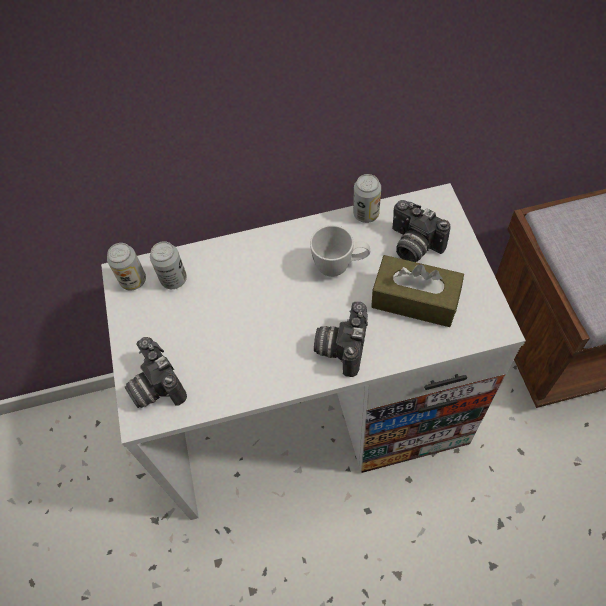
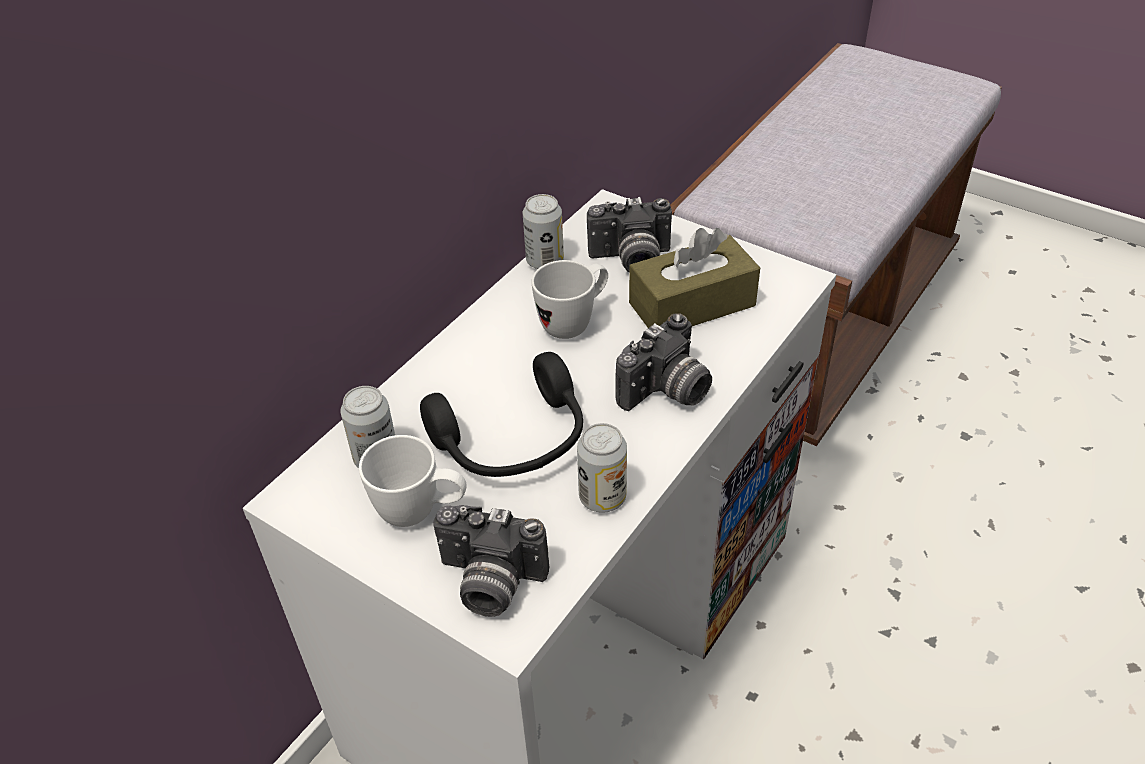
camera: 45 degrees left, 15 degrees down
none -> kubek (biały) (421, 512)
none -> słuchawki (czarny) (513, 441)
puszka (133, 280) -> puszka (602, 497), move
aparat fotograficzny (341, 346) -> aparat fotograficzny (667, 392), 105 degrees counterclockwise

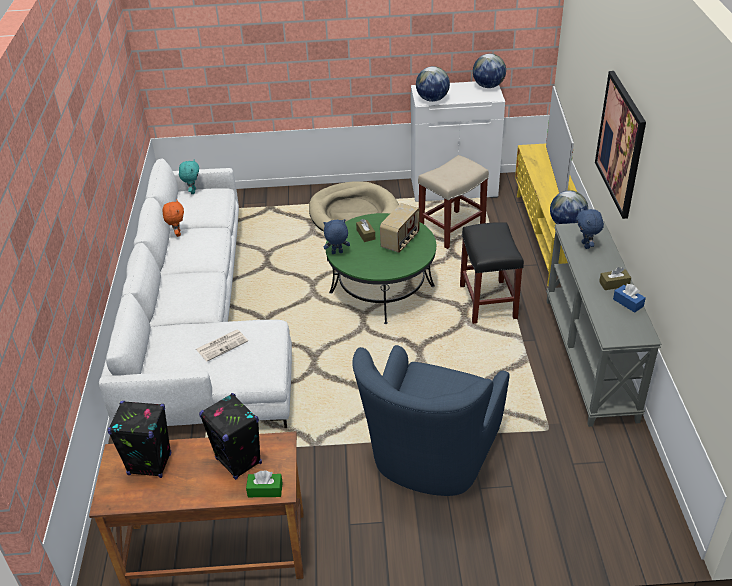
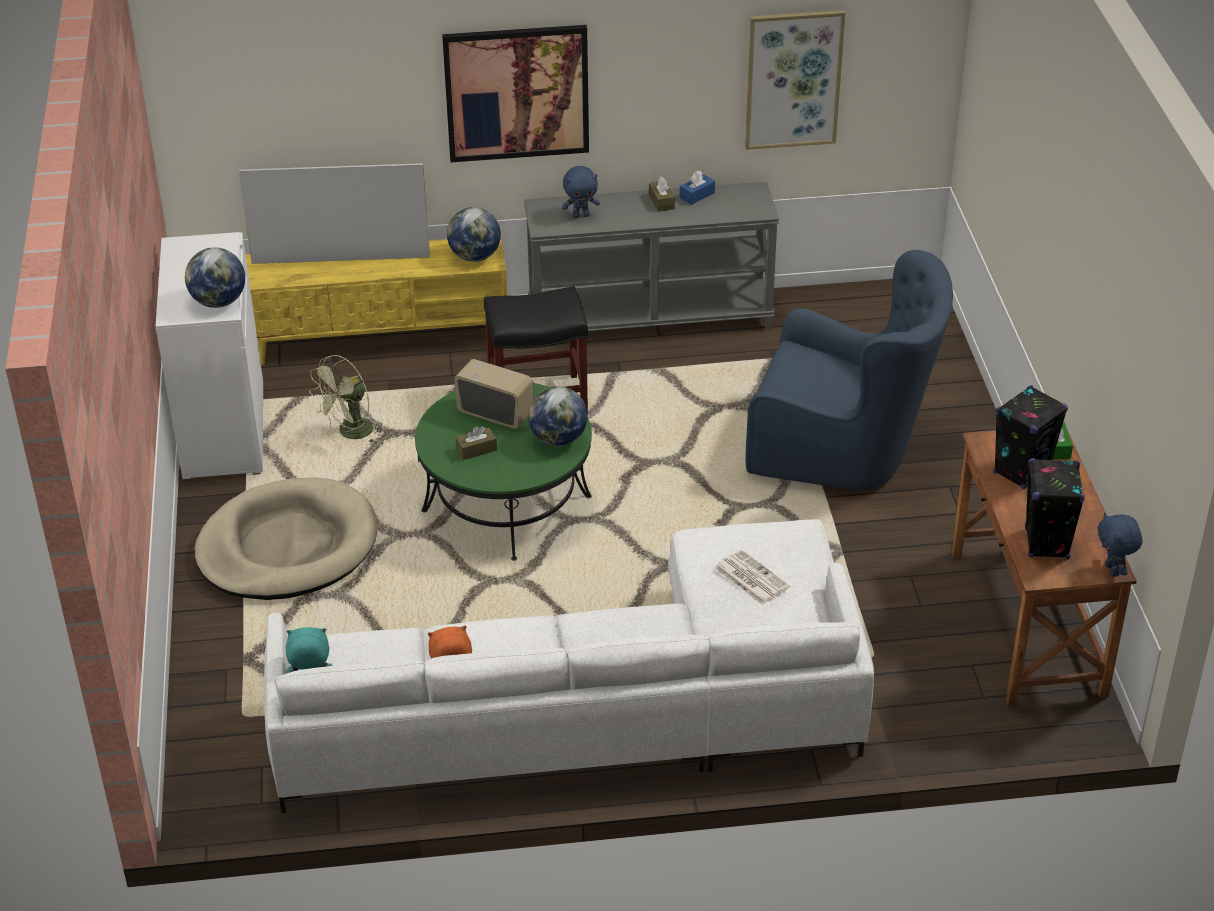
camera: 95 degrees left, 0 degrees up
none -> obraz (793, 79)
pluszak (niebieski) (337, 253) -> pluszak (niebieski) (1113, 570), move
globus (488, 86) -> globus (558, 439), move
stołek (beżowy) (451, 230) -> wentylator (zielony) (350, 434)

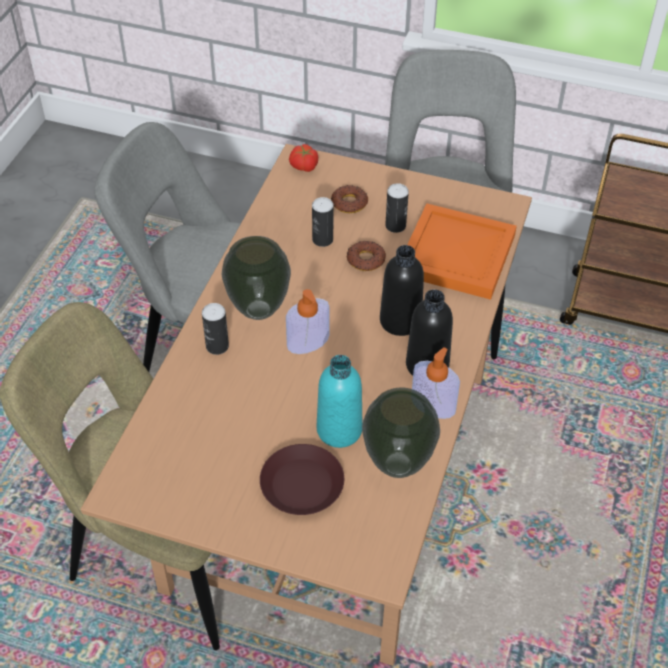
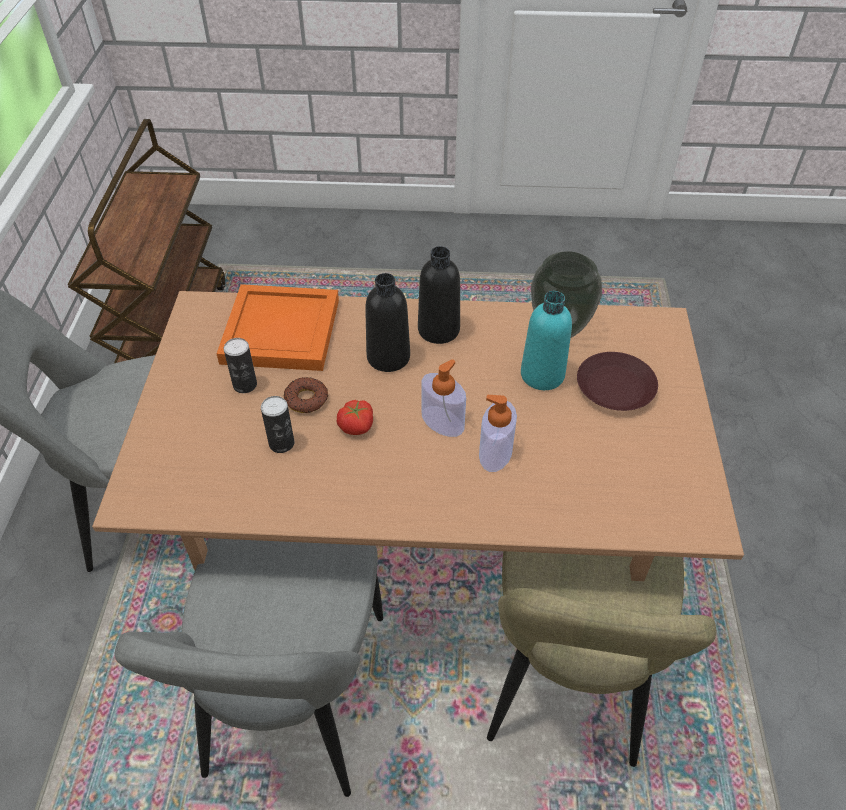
camera: 105 degrees left, 0 degrees up
puszka (217, 346) -> none
wazon (257, 310) -> none
donut (349, 203) -> none
pomidor (304, 166) -> pomidor (357, 426), move
dozownik mydła (433, 405) -> dozownik mydła (495, 452), move

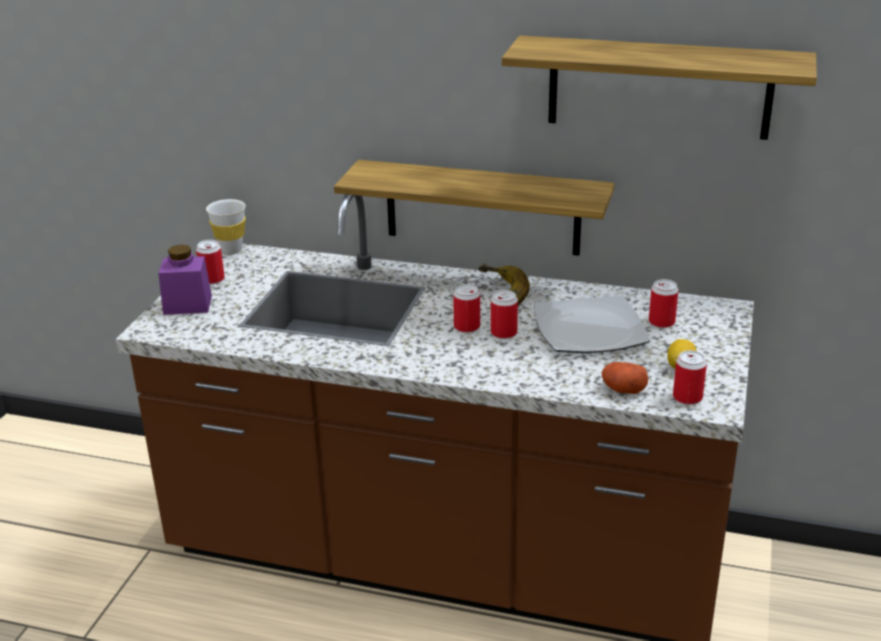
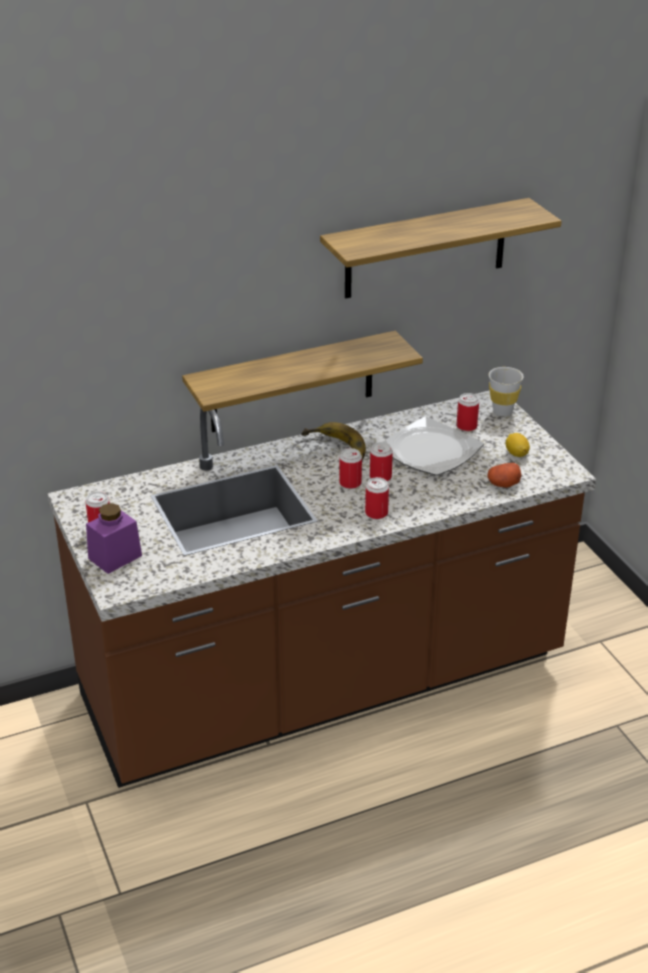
camera: 40 degrees left, 5 degrees up
filiżanka (biały) (231, 250) -> filiżanka (biały) (502, 411), move
puszka (687, 397) -> puszka (376, 513), move

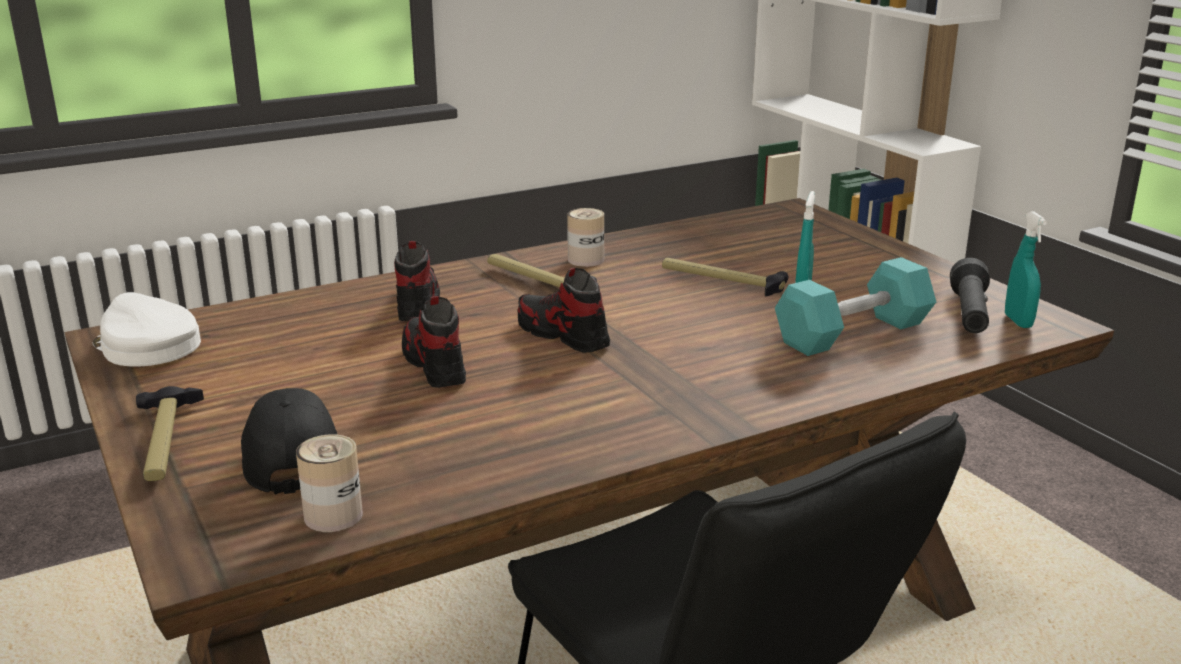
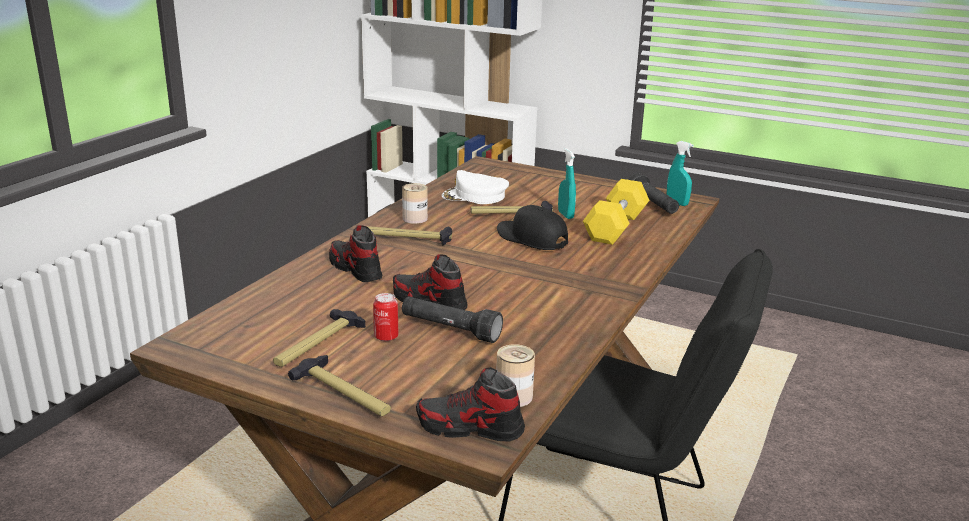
camera: 35 degrees left, 0 degrees up
none -> młotek (318, 345)
none -> puszka (386, 337)
none -> latarka (czarny) (450, 330)
czapka z daszkiem (biały) (147, 346) -> czapka z daszkiem (biały) (475, 196), move
czapka z daszkiem (czarny) (292, 455) -> czapka z daszkiem (czarny) (531, 238), move
but (562, 335) -> but (470, 428), move
hantel (turkusowy) (853, 333) -> hantel (żółty) (615, 227)

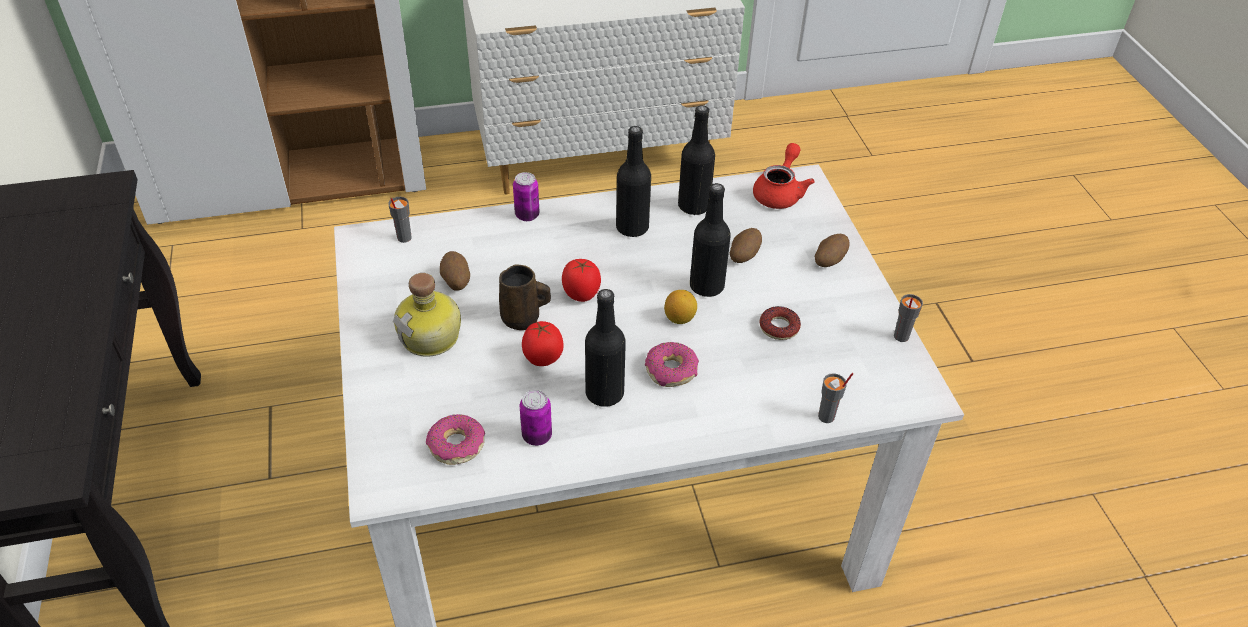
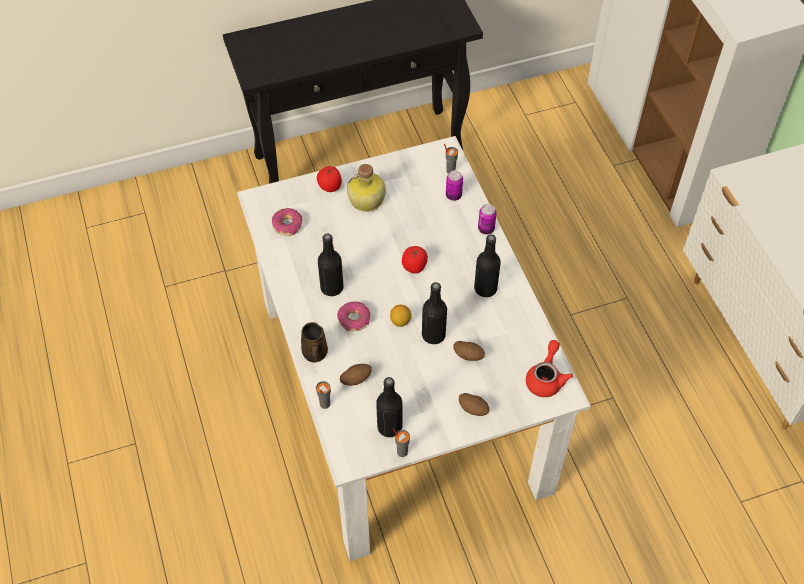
camera: 85 degrees right, 10 degrees up
donut (779, 327) -> none
ziemniak (456, 281) -> ziemniak (356, 379), move
kubek (brązowy) (523, 319) -> kubek (brązowy) (315, 354), move
puszka (537, 436) -> puszka (453, 195), move
pomidor (542, 359) -> pomidor (330, 187), move
butelka (czarny) (693, 206) -> butelka (czarny) (389, 427), move
imbryk (czerwony) (780, 192) -> imbryk (czerwony) (546, 378), 90 degrees counterclockwise

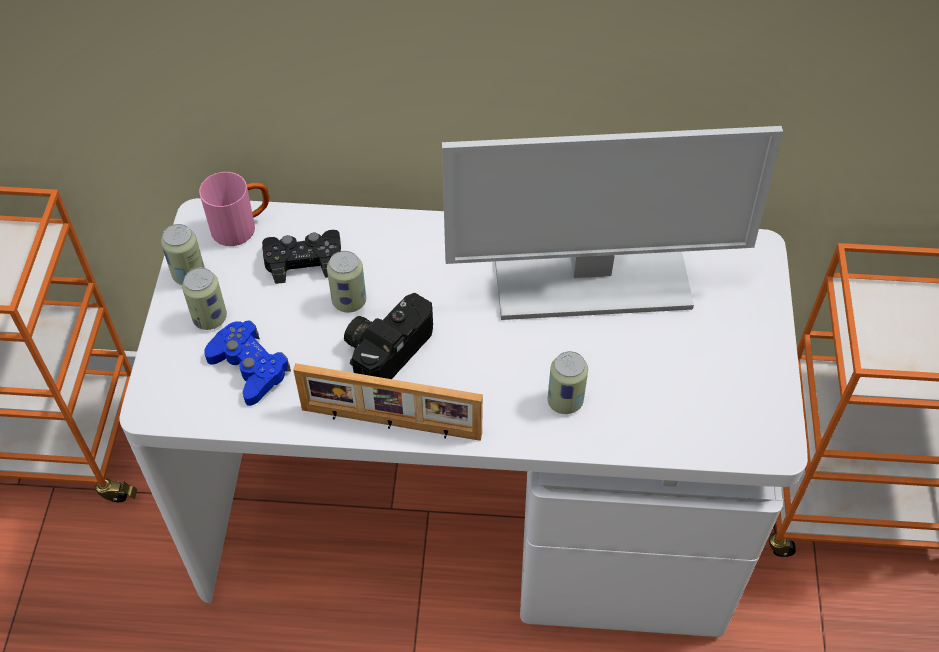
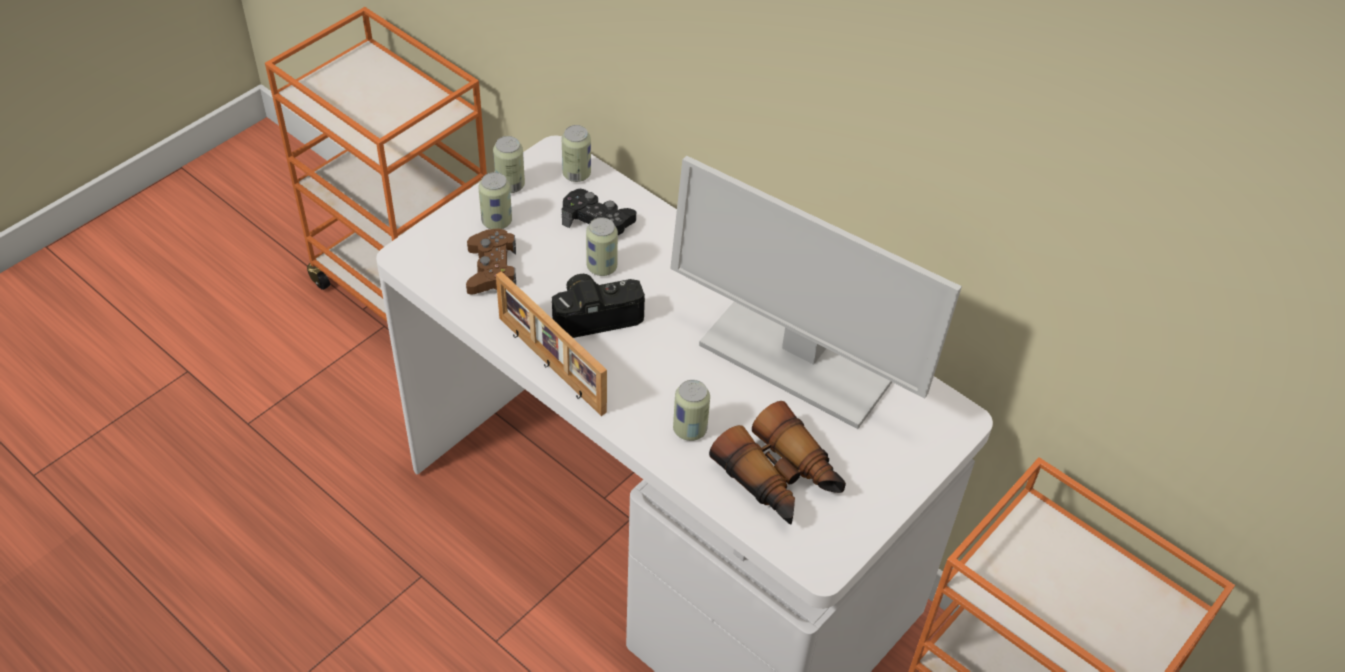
camera: 35 degrees right, 5 degrees down
none -> lornetka (780, 479)
kubek (różowy) (242, 227) -> puszka (576, 174)
pad do gier (niebieski) (249, 367) -> pad do gier (brązowy) (491, 269)

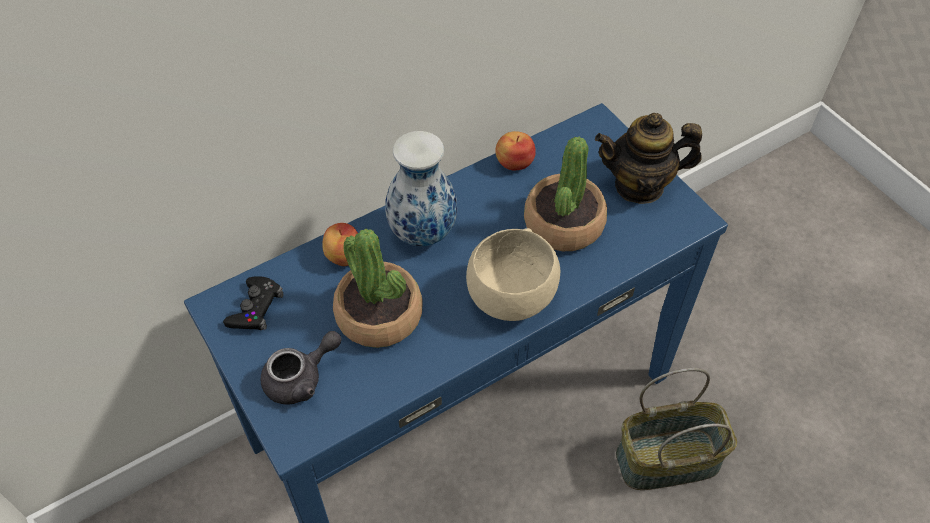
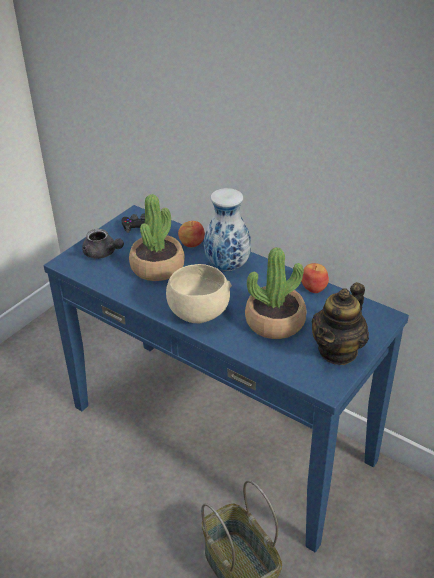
camera: 70 degrees right, 15 degrees down
imbryk (639, 185) -> imbryk (338, 351), 120 degrees counterclockwise

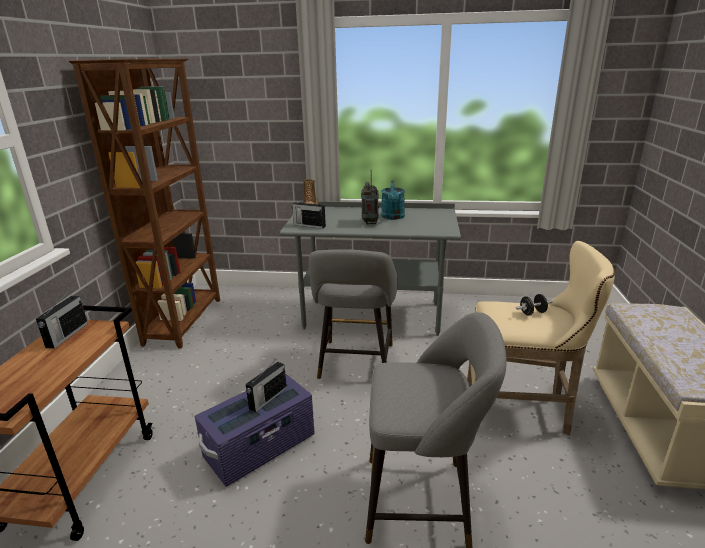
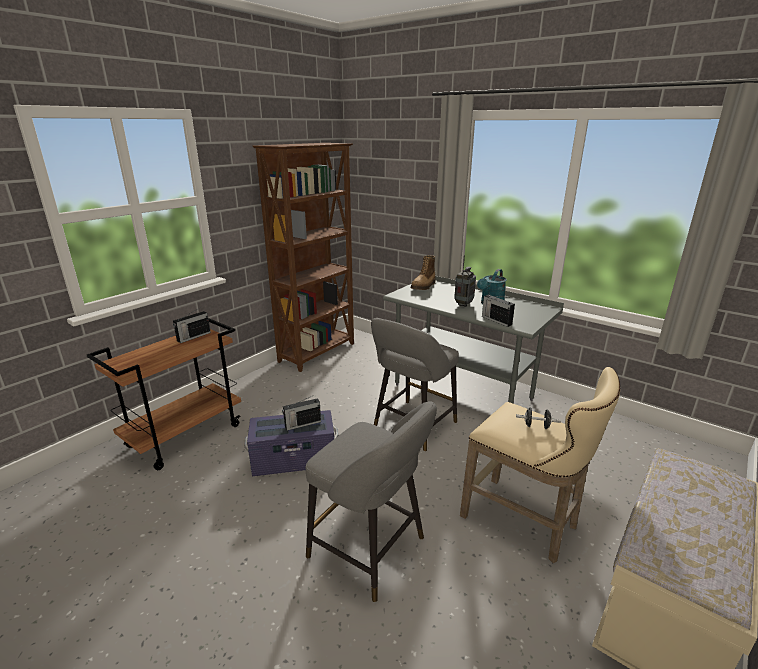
camera: 30 degrees right, 0 degrees up
radio (309, 225) -> radio (496, 320), move

